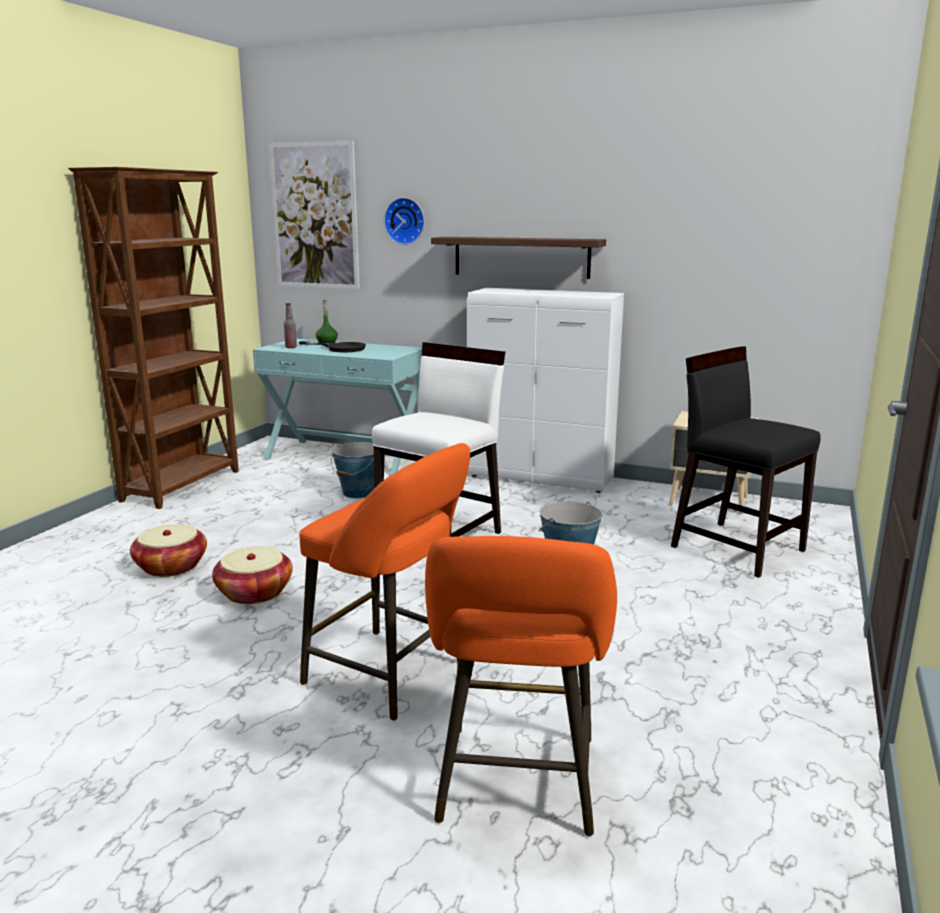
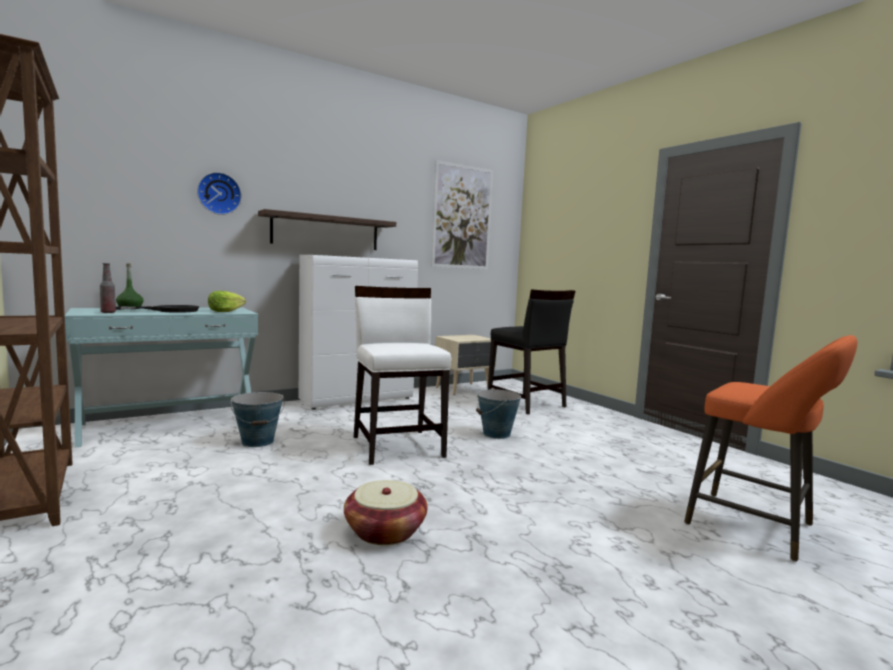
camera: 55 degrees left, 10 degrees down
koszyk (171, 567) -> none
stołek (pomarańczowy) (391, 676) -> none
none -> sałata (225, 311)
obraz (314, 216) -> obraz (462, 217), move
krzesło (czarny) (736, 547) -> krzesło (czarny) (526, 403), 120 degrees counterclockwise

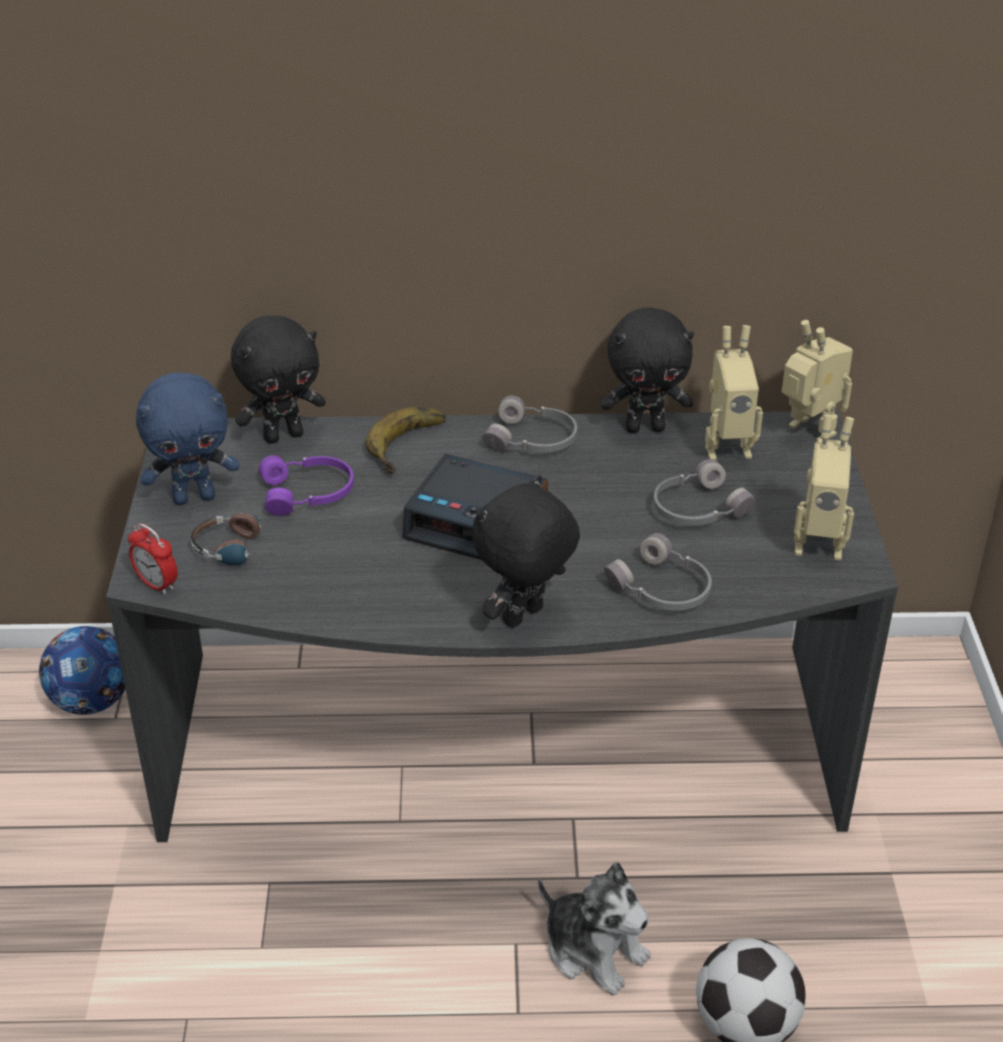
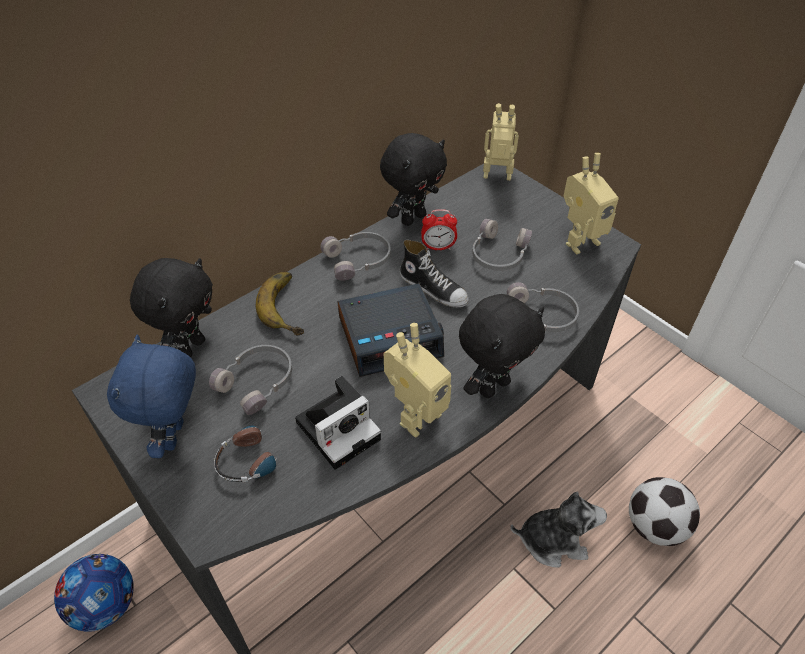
camera: 40 degrees left, 10 degrees up
none -> aparat fotograficzny (340, 428)
none -> but (433, 288)
budzik (157, 584) -> budzik (438, 247), move
robot zabawkowy (726, 447) -> robot zabawkowy (415, 415), move
słuchawki (fioletowy) (308, 494) -> słuchawki (szary) (258, 382)
pluszak (niebieski) (194, 497) -> pluszak (niebieski) (176, 436), 150 degrees clockwise
pluszak (czarny) (524, 618) -> pluszak (czarny) (493, 386), 135 degrees counterclockwise

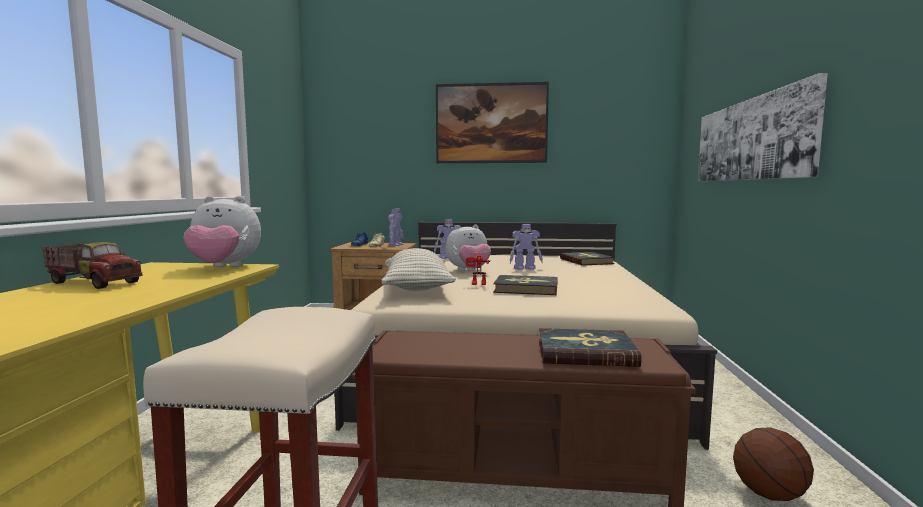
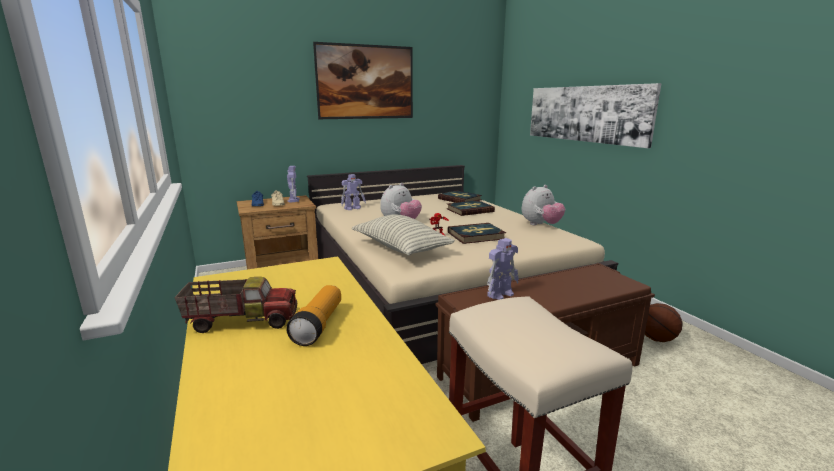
camera: 30 degrees left, 10 degrees up
none -> latarka (318, 325)
pluszak (224, 267) -> pluszak (540, 225), move
robot zabawkowy (525, 268) -> robot zabawkowy (501, 294), move
książka (585, 352) -> książka (469, 210), move

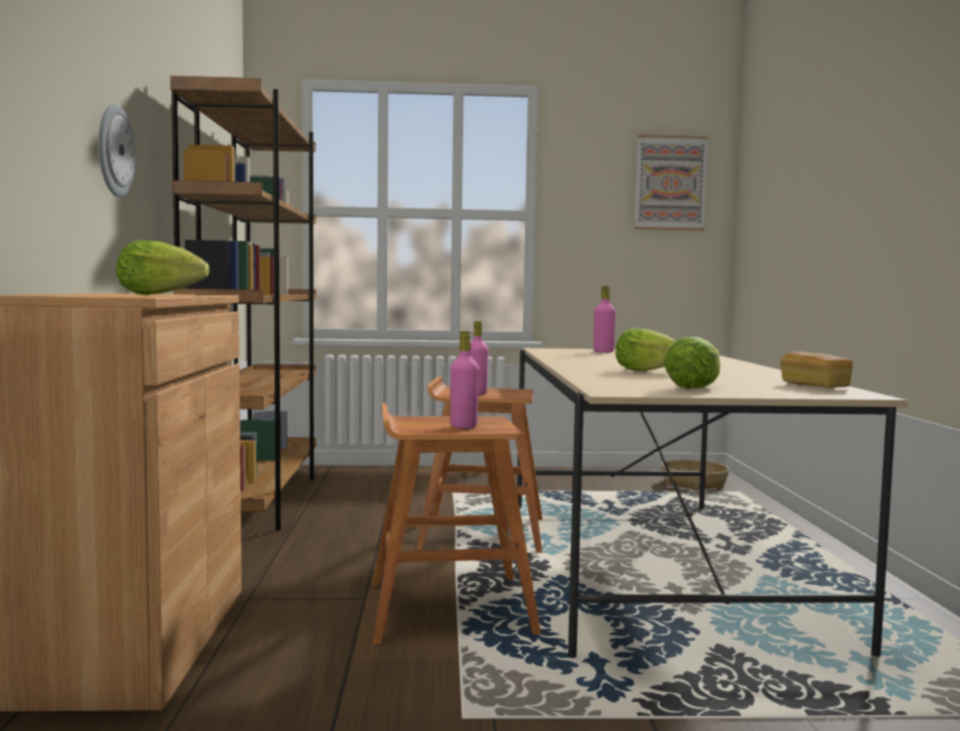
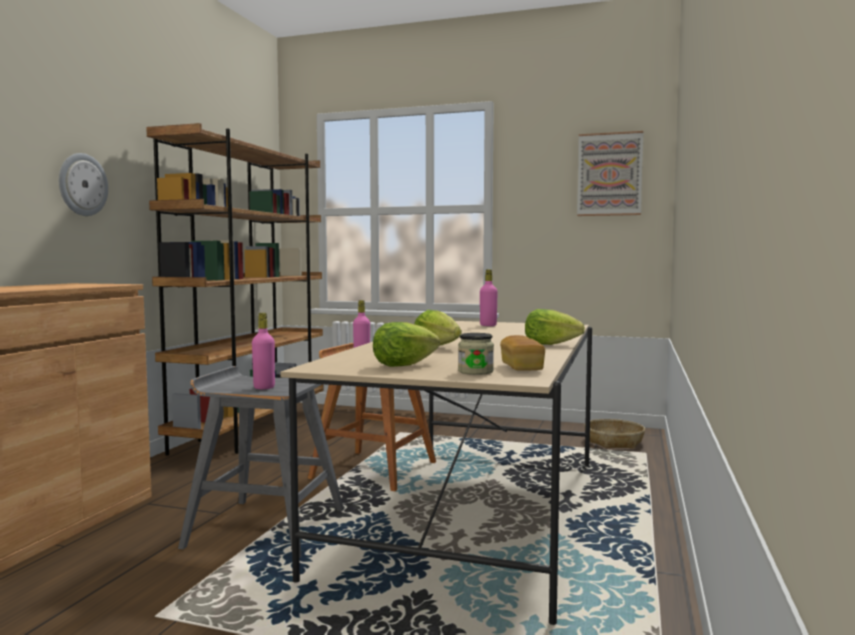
camera: 20 degrees right, 0 degrees up
none -> słoik (475, 371)
sałata (159, 295) -> sałata (550, 344), move
stołek (brązowy) (447, 608) -> stołek (szary) (265, 528)

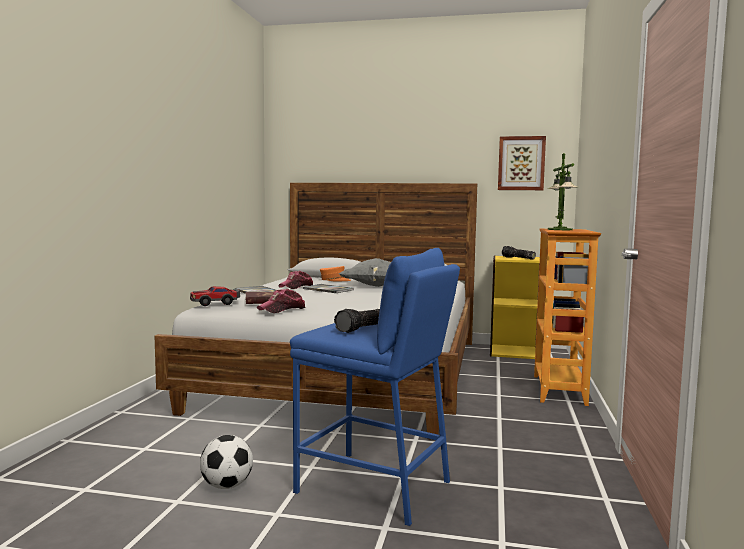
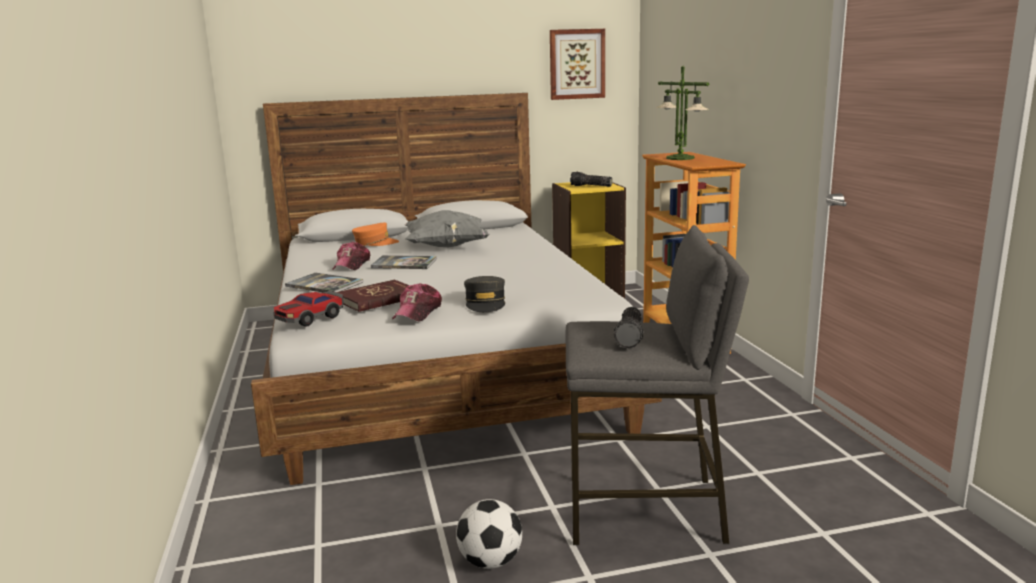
camera: 25 degrees left, 10 degrees up
none -> czapka z daszkiem (szary) (485, 303)
stołek (niebieski) (374, 486) -> stołek (szary) (645, 510)

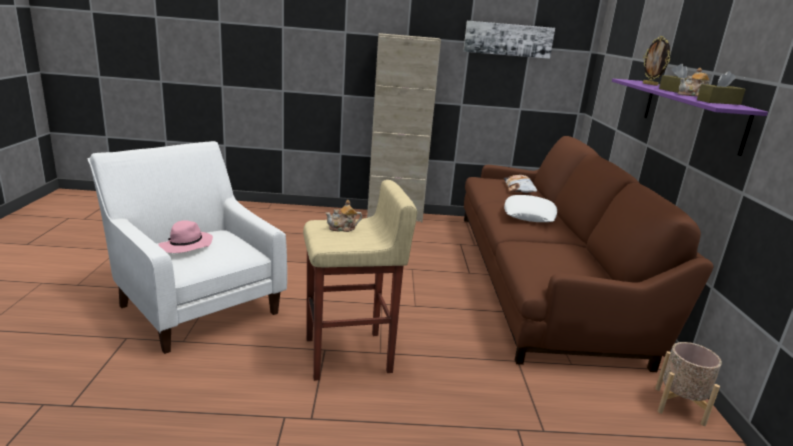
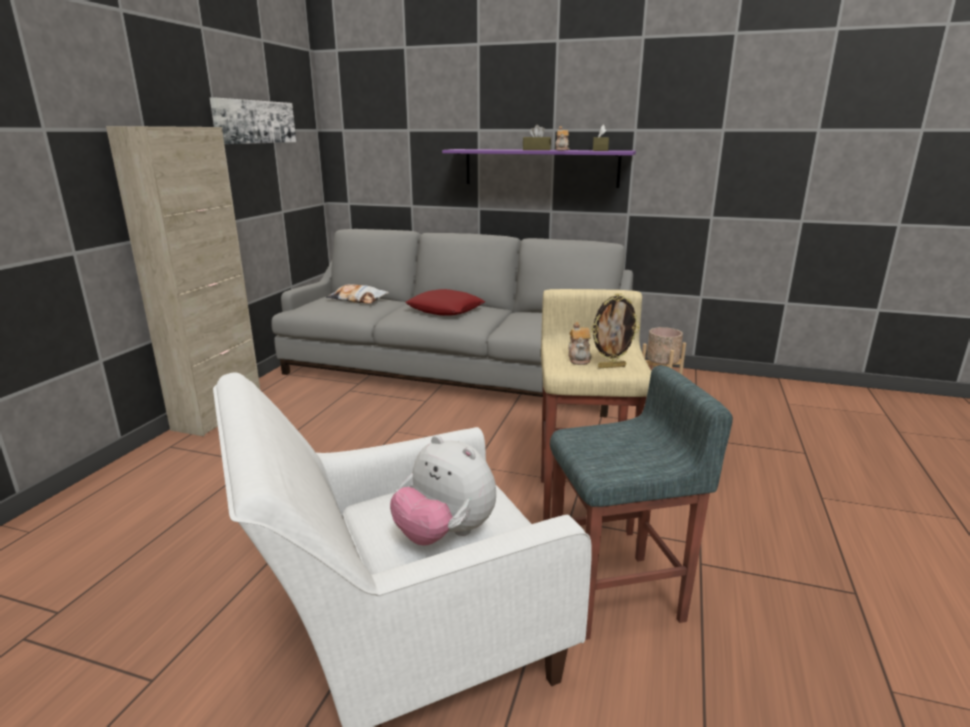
camera: 70 degrees left, 0 degrees up
none -> stołek (szary) (617, 595)
ramka na zdjęcie (650, 84) -> ramka na zdjęcie (611, 366), move
kapelusz (różowy) (186, 246) -> pluszak (445, 534)
kanapa (brązowy) (540, 277) -> kanapa (szary) (455, 370)
poduszka (biały) (529, 215) -> poduszka (czerwony) (445, 309)

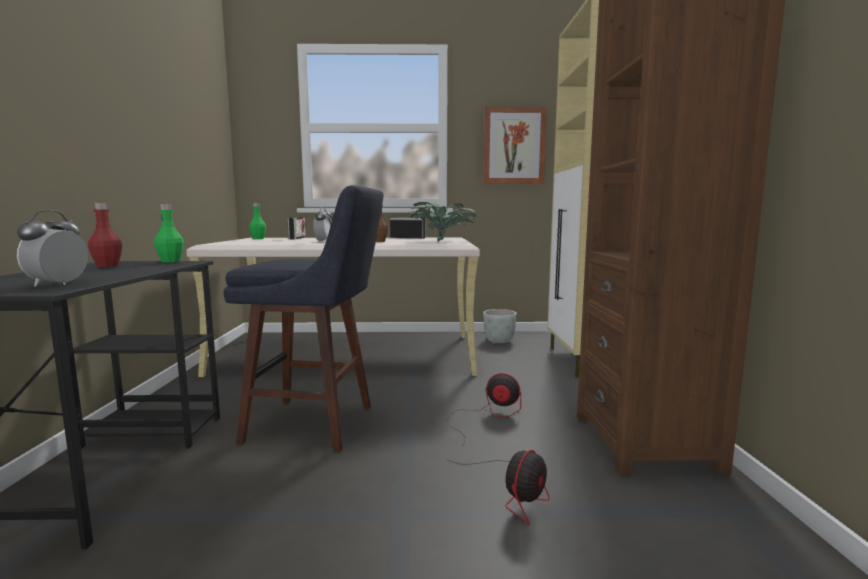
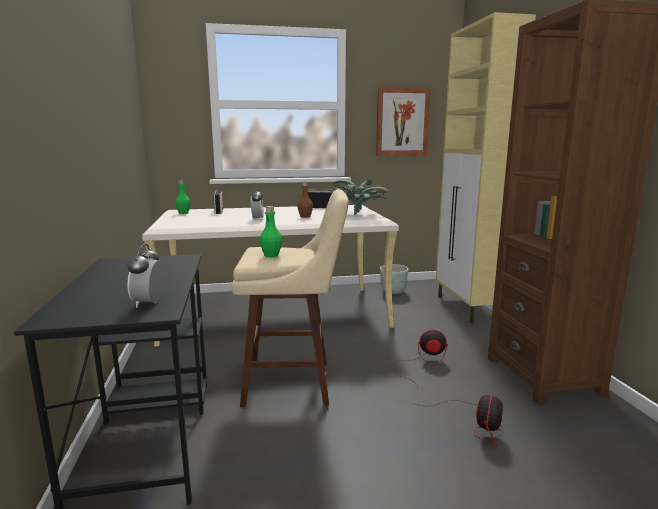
camera: 10 degrees left, 5 degrees up
butelka (czerwony) (107, 266) -> none
butelka (zielony) (170, 261) -> butelka (zielony) (271, 255), move
stołek (niebieski) (318, 424) -> stołek (beżowy) (294, 383)

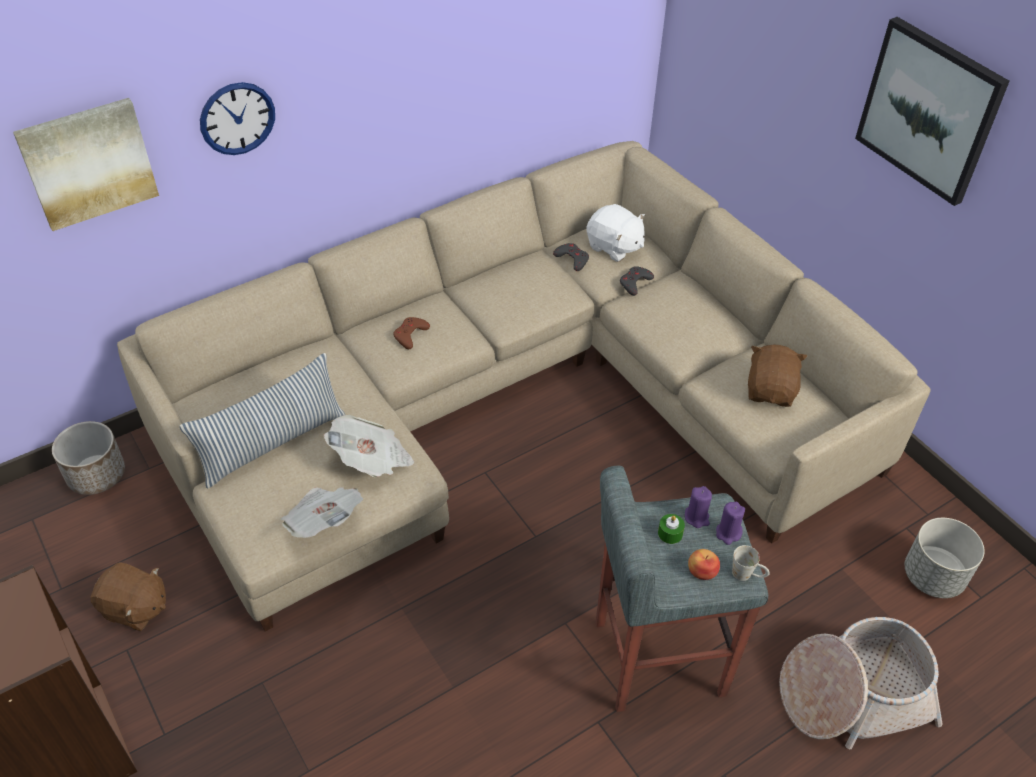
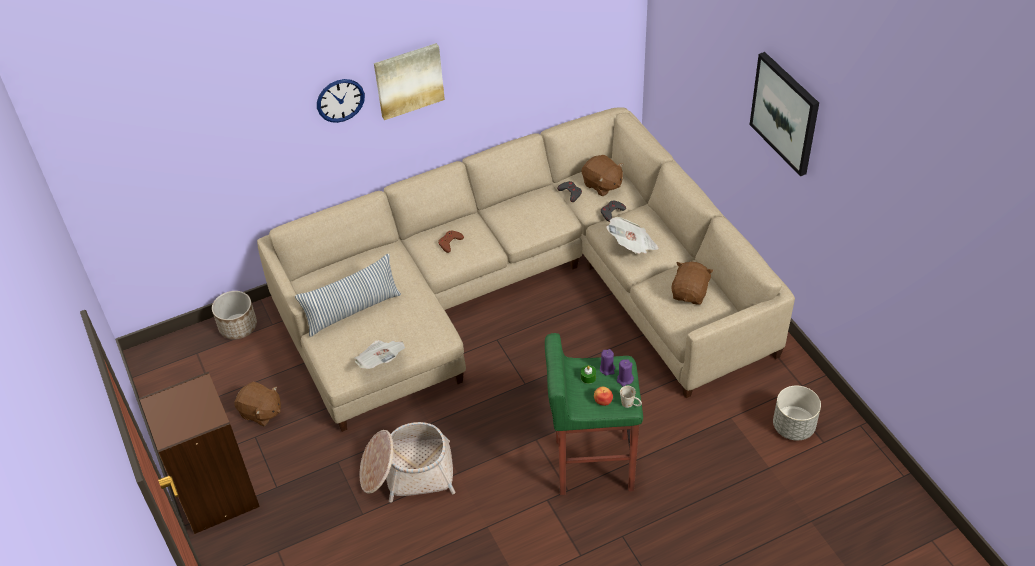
camera: 10 degrees right, 0 degrees up
obraz (88, 162) -> obraz (408, 80), move
gazeta (372, 460) -> gazeta (632, 246), move
koszyk (853, 694) -> koszyk (407, 472), move
pluszak (biały) (614, 247) -> pluszak (brązowy) (602, 185)
stołek (szary) (656, 657) -> stołek (zielony) (592, 464)

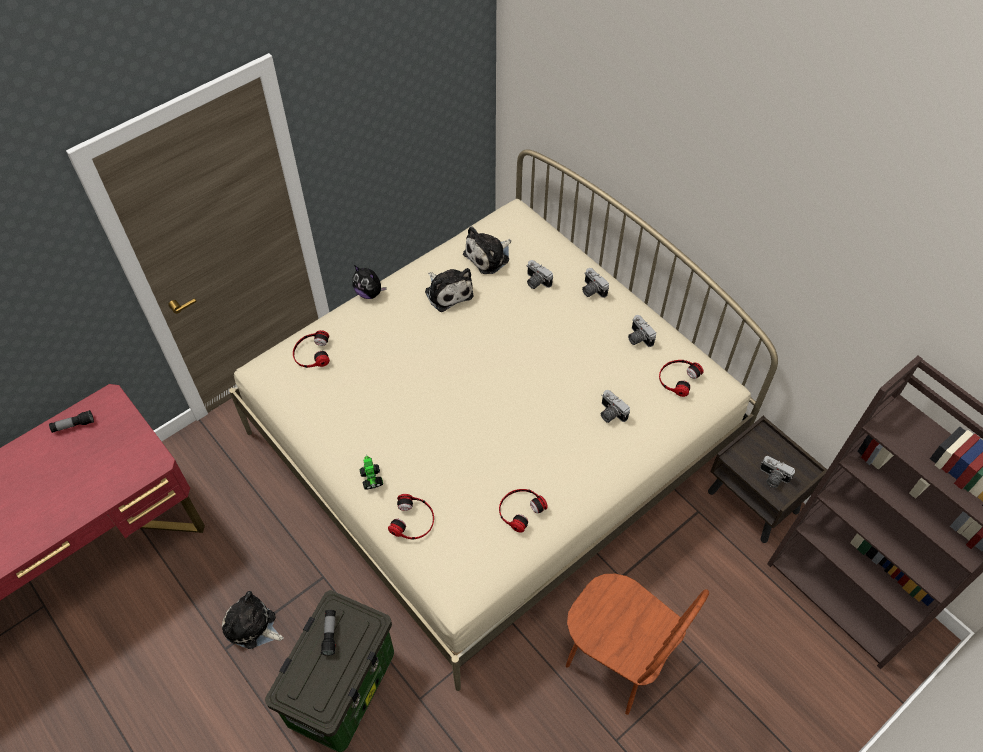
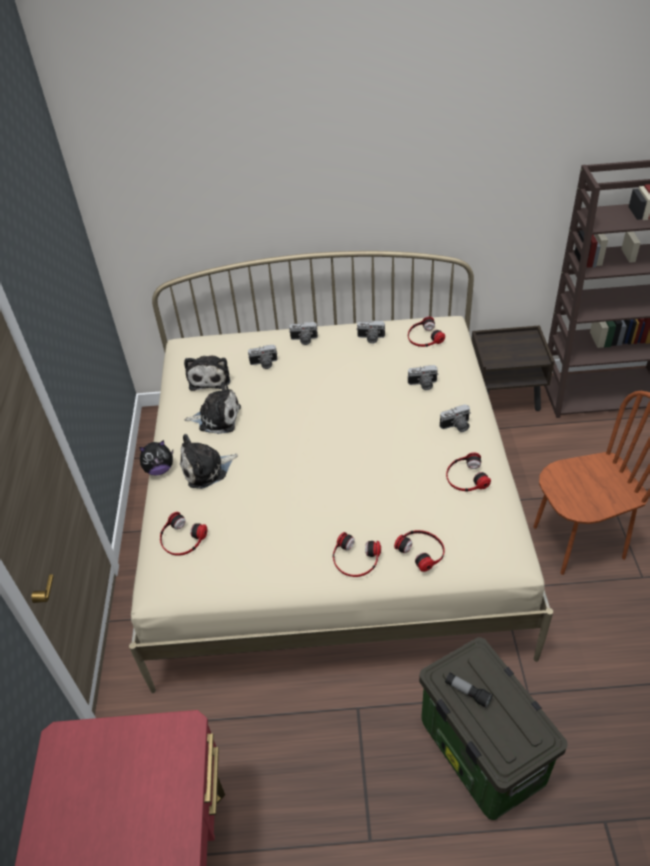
camera: 50 degrees left, 10 degrees down
latarka (73, 425) -> none
pluszak (252, 626) -> pluszak (206, 469), move
aparat fotograficzny (772, 478) -> aparat fotograficzny (456, 426), move
robot zabawkowy (371, 478) -> słuchawki (355, 559)

